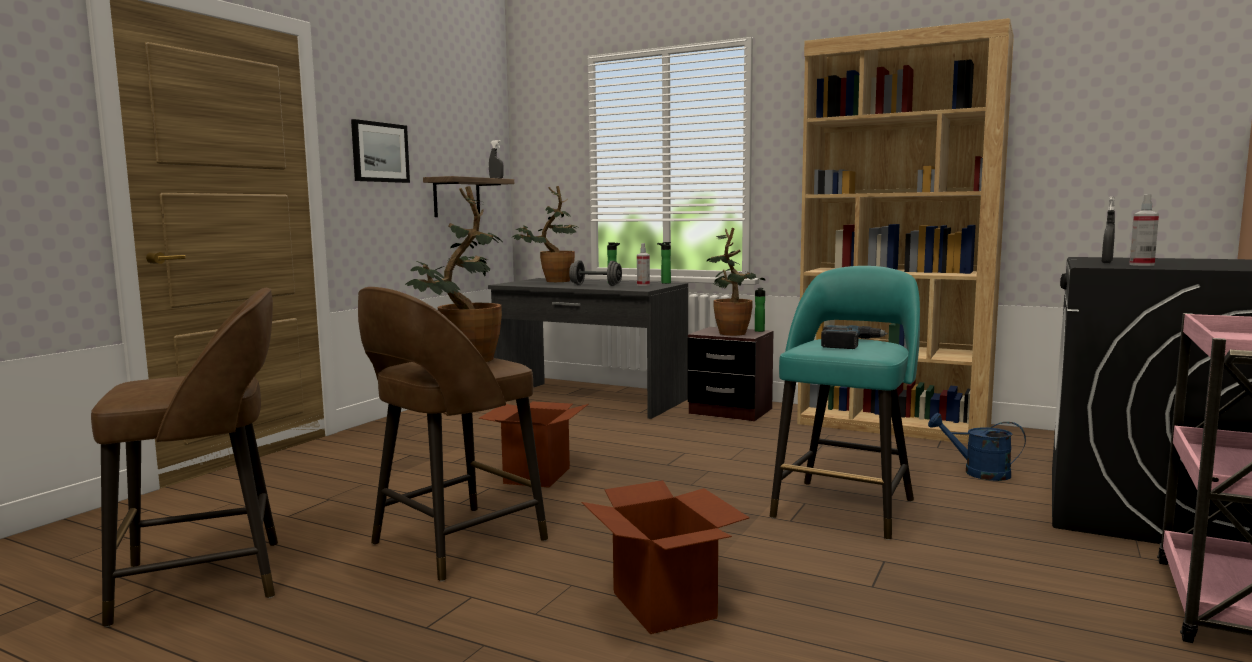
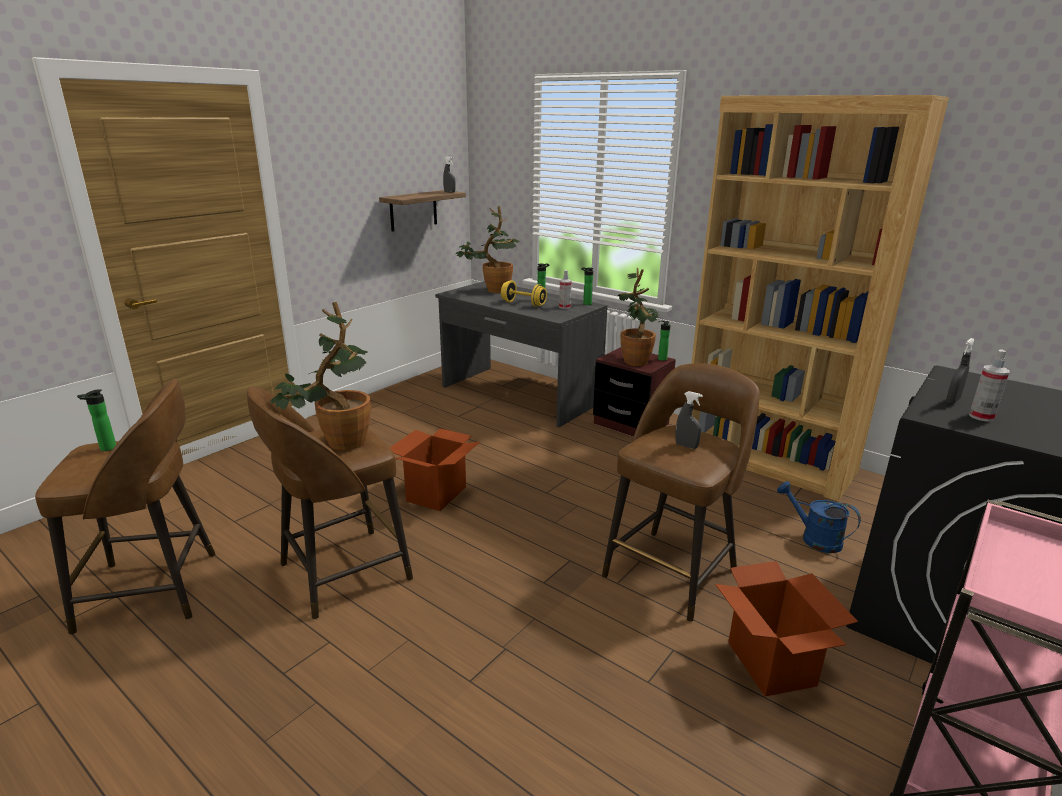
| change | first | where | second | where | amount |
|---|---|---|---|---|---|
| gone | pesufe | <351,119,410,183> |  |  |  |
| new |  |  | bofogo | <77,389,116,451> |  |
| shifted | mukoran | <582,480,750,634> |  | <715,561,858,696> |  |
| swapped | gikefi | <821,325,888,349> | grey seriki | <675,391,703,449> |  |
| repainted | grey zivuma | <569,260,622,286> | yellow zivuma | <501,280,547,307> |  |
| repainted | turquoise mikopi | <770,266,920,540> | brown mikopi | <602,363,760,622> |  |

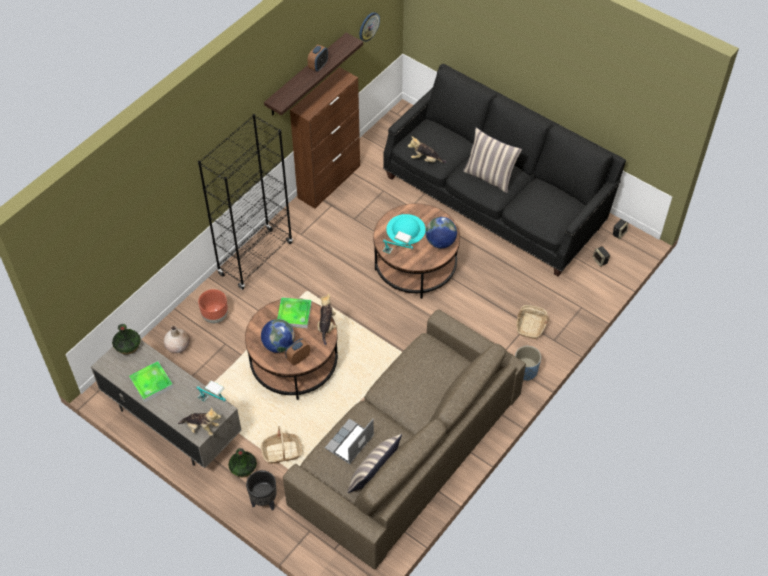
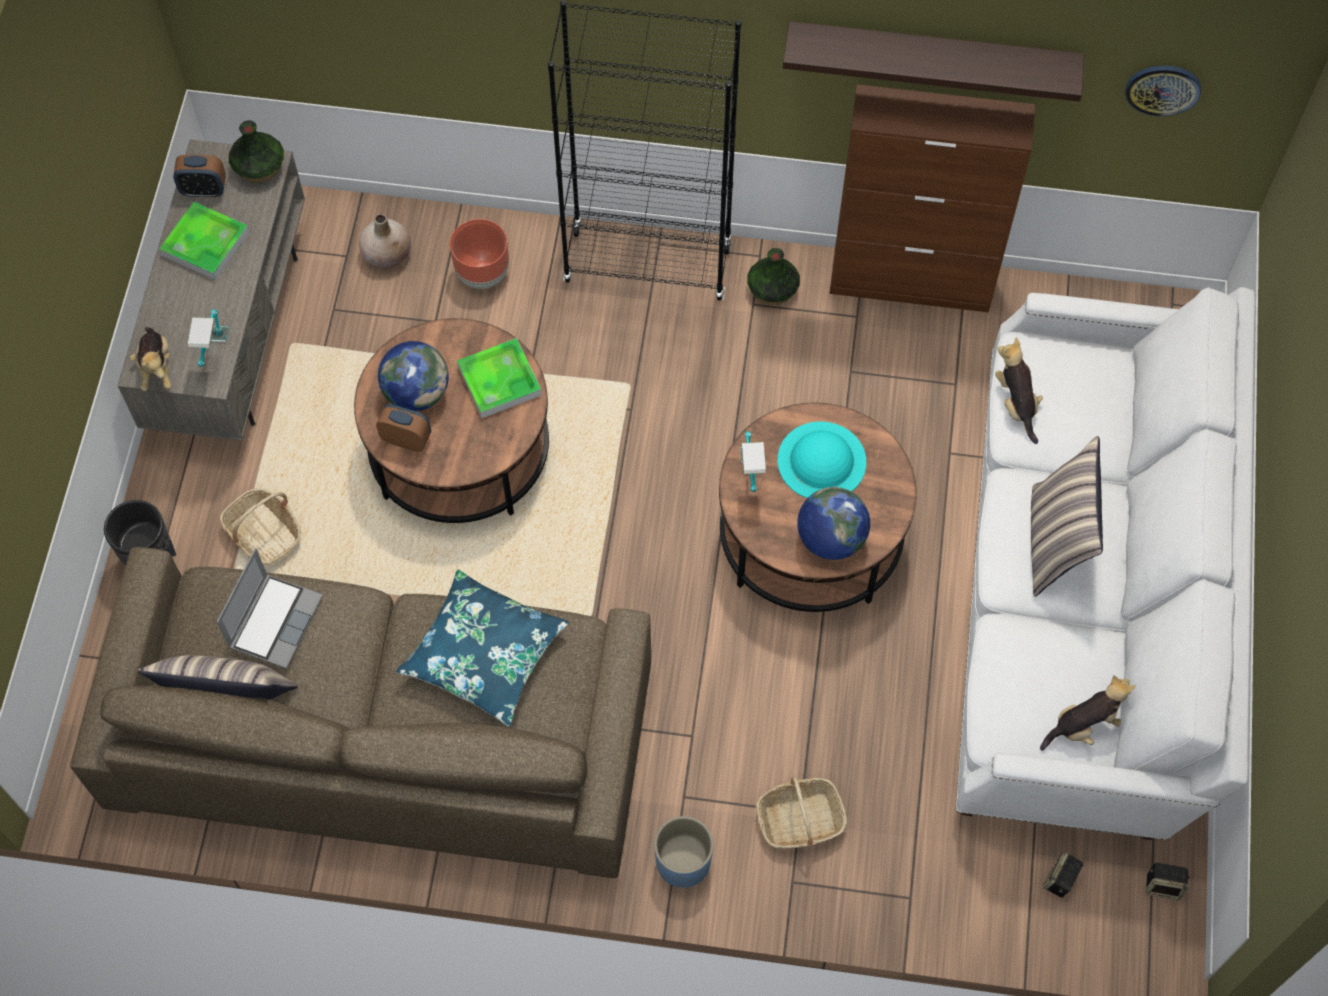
| change | first | where | second | where | amount |
|---|---|---|---|---|---|
| new |  |  | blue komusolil | <396,569,569,727> |  |
| shifted | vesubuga | <228,448,257,477> |  | <747,248,800,305> |  |
| shifted | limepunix | <308,44,328,72> |  | <173,155,226,197> |  |
| shifted | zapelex | <318,293,337,345> |  | <1040,675,1135,751> |  |
| repainted | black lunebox | <383,64,626,276> | white lunebox | <955,287,1255,840> |  |
| rotated | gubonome | <325,419,374,464> |  | <217,548,323,669> | 105 degrees clockwise |

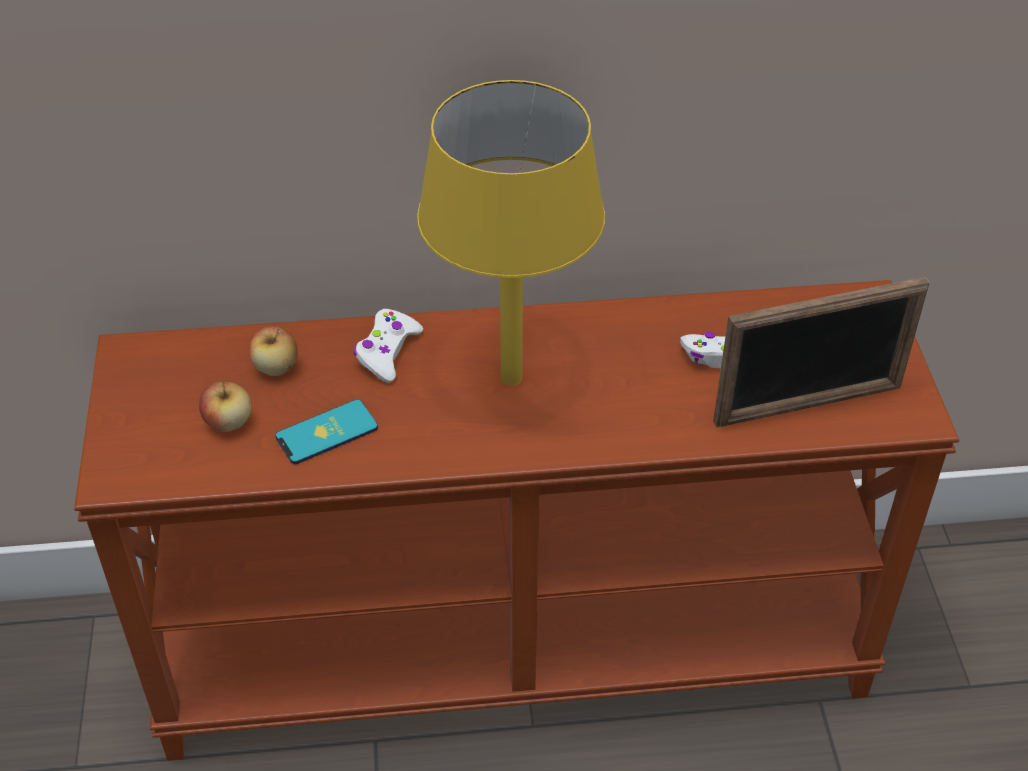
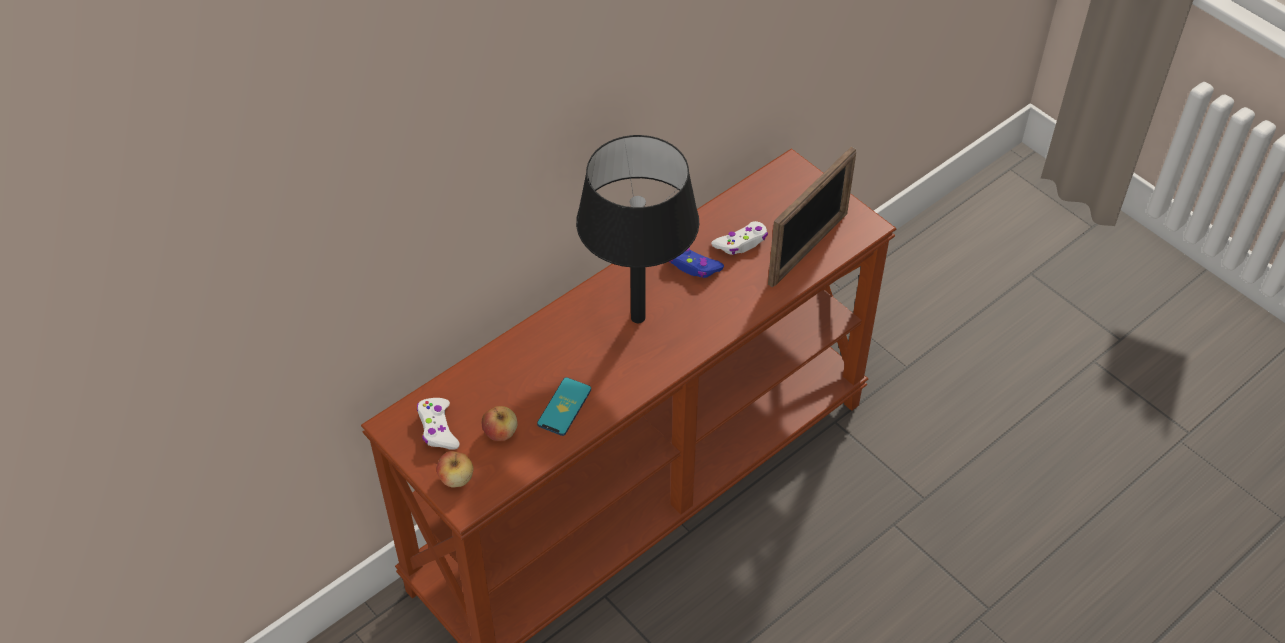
| change | first | where | second | where | amount |
|---|---|---|---|---|---|
| new |  |  | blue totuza | <669,248,724,278> |  |
| shifted | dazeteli | <249,325,298,376> |  | <437,451,474,488> |  |
| shifted | white totuza | <353,309,423,383> |  | <417,398,459,450> |  |
| repainted | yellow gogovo | <417,80,605,386> | black gogovo | <576,135,699,323> |  |

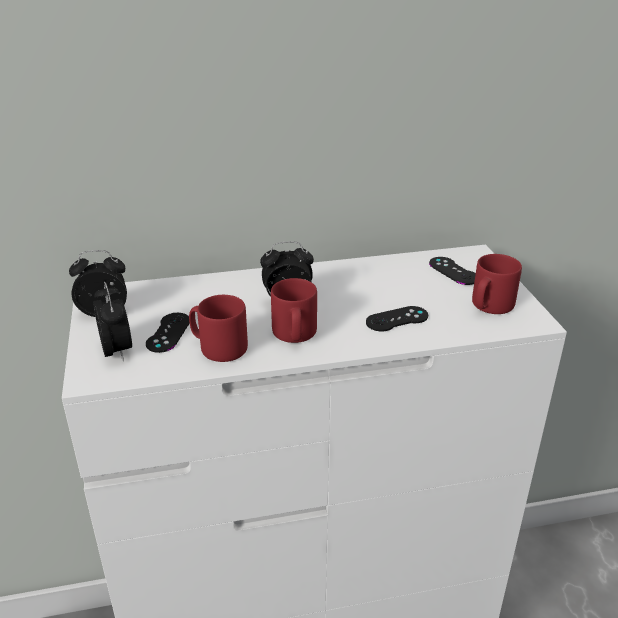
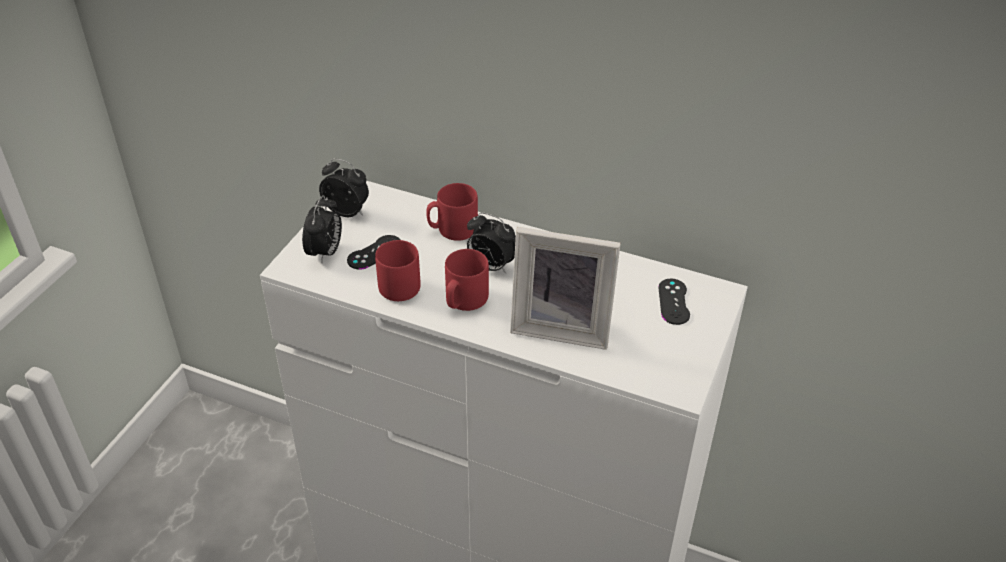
| change | first | where | second | where | amount |
|---|---|---|---|---|---|
| shifted | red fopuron | <472,254,522,314> |  | <426,183,478,241> |  |
| swapped | black totuza | <366,306,428,331> | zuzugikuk | <510,227,621,350> |  |

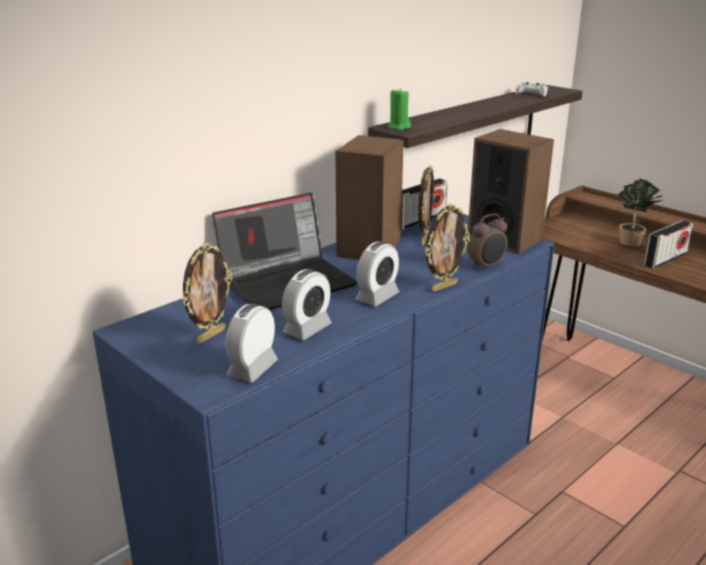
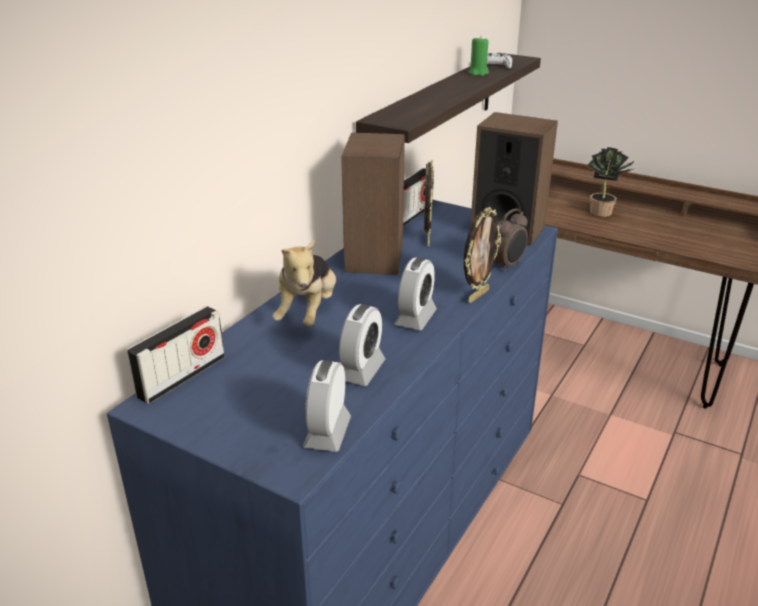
| change | first | where | second | where | amount |
|---|---|---|---|---|---|
| gone | zuzugikuk | <182,243,232,344> |  |  |  |
| shifted | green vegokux | <388,88,411,131> |  | <468,38,489,76> |  |
| shifted | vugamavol | <643,220,693,269> |  | <127,306,225,404> |  |
| swapped | gubonome | <212,193,357,310> | zapelex | <272,239,336,327> |  |

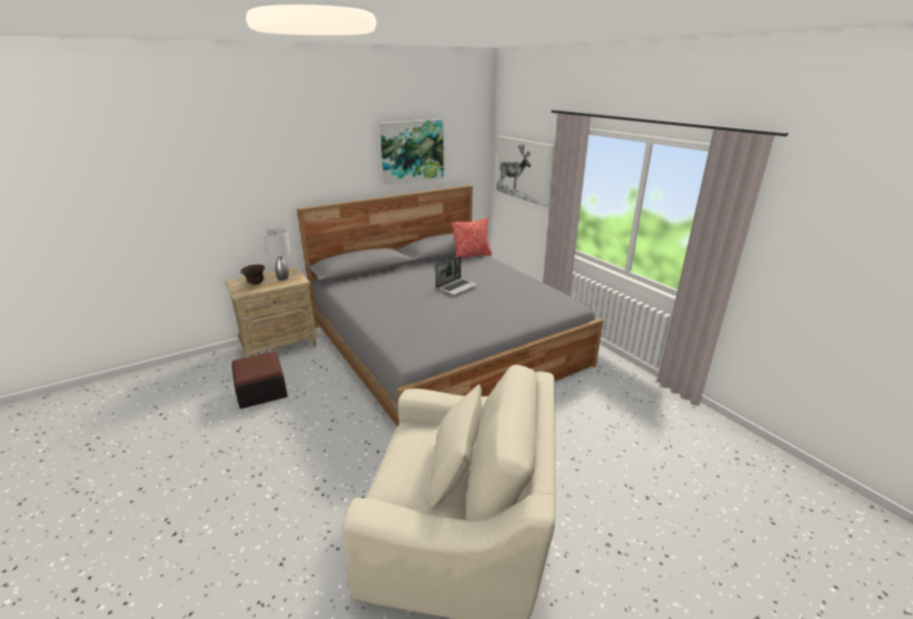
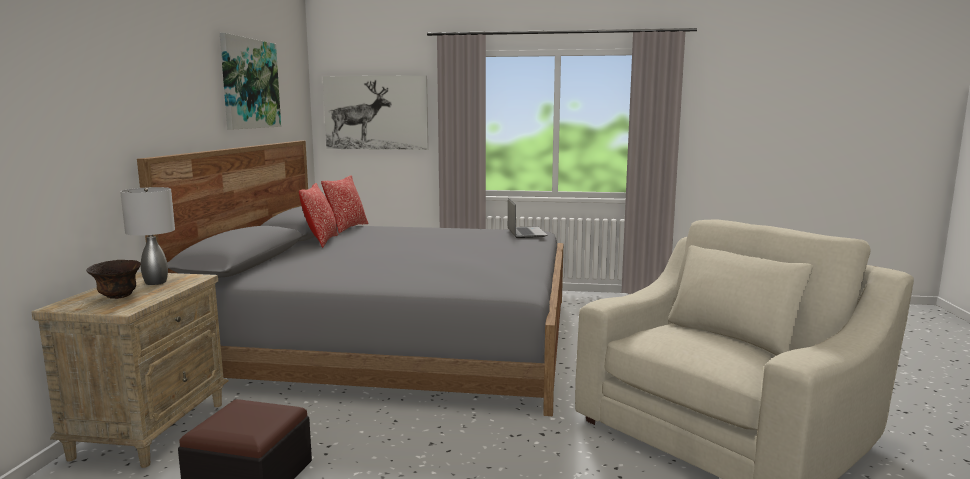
| change | first | where | second | where | amount |
|---|---|---|---|---|---|
| new |  |  | komusolil | <299,183,338,248> |  |
| shifted | gubonome | <435,256,479,295> |  | <508,198,547,238> |  |

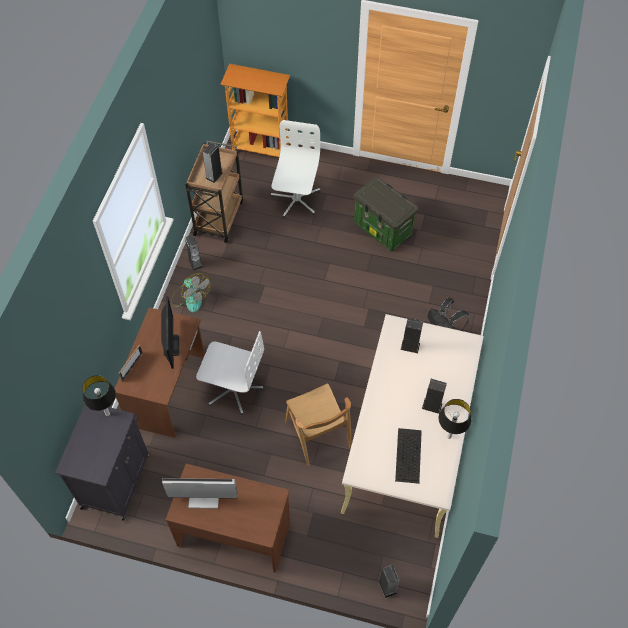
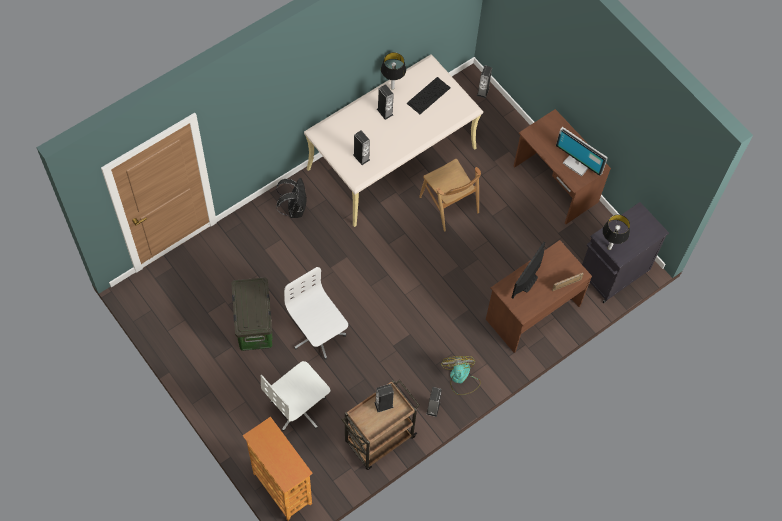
| change | first | where | second | where | amount |
|---|---|---|---|---|---|
| shifted | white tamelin | <196,331,264,415> |  | <284,267,348,359> |  |
| rotated | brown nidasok | <285,384,352,466> |  | <419,159,481,232> | 135 degrees clockwise |

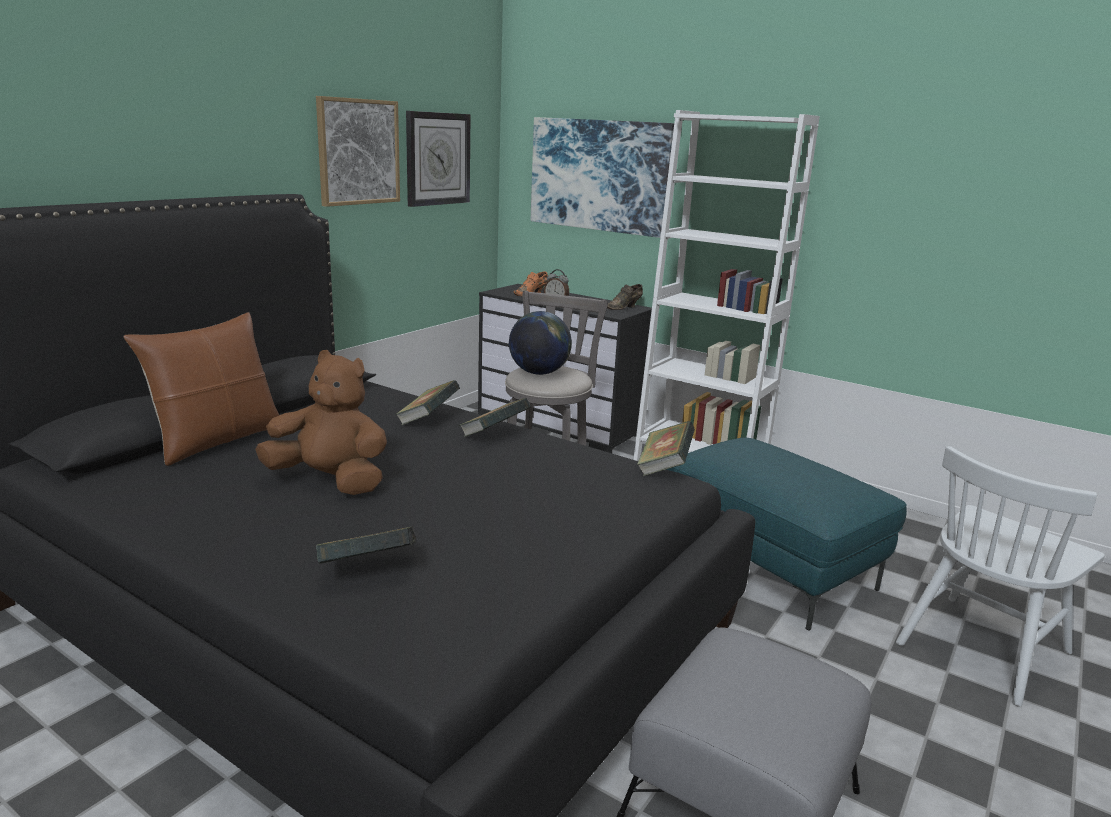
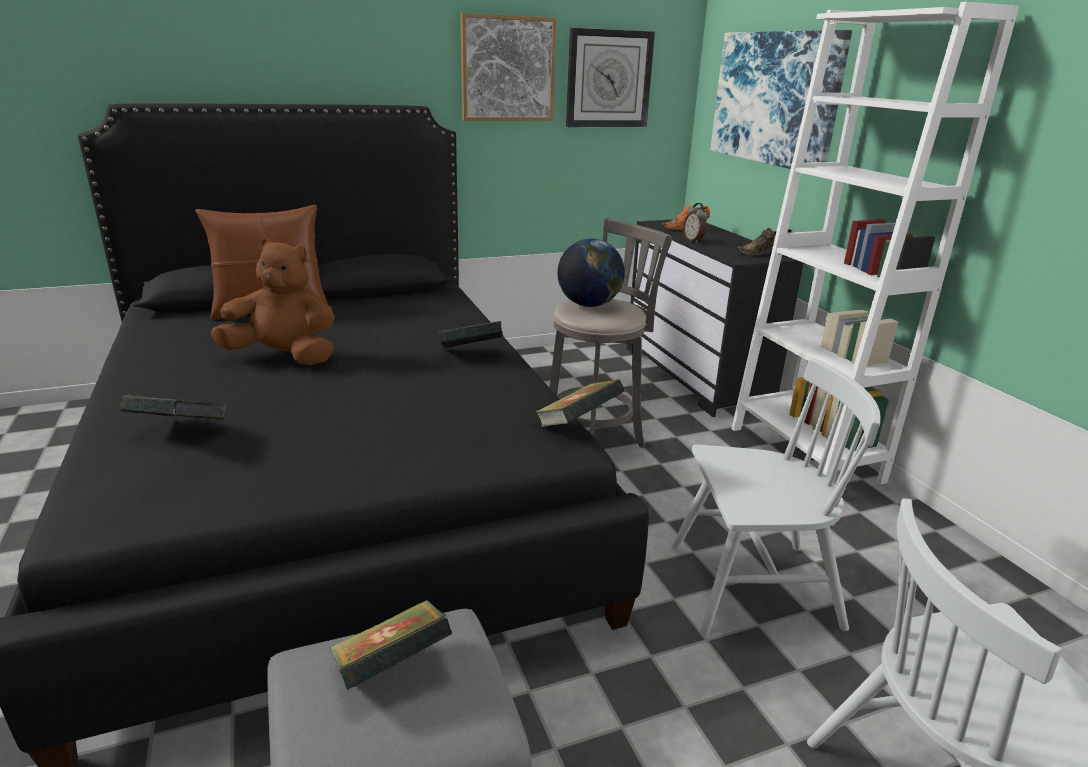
| change | first | where | second | where | amount |
|---|---|---|---|---|---|
| shifted | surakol | <395,380,460,425> |  | <330,600,453,690> |  |
| swapped | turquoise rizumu | <666,438,907,631> | white nidasok | <672,358,881,635> |  |
| rotated | brown zapelex | <255,350,387,495> |  | <211,238,335,365> | 45 degrees counterclockwise |

